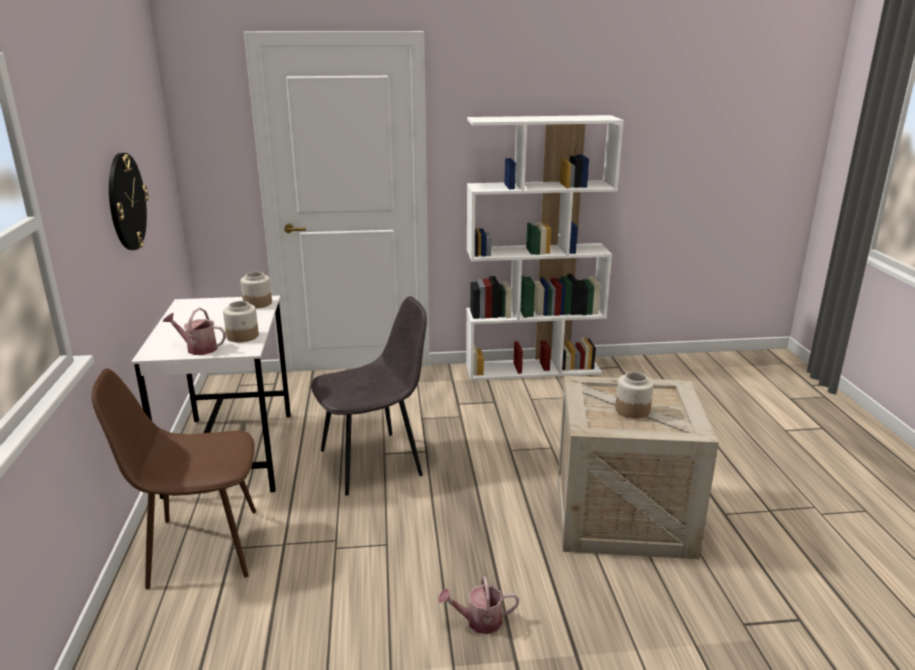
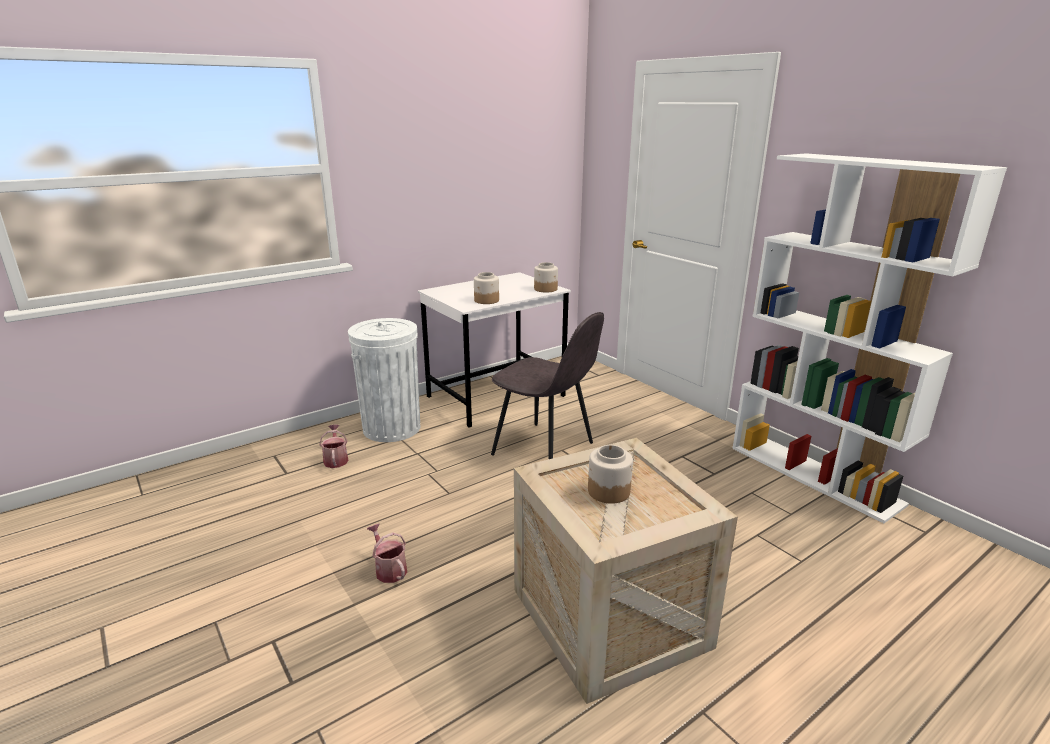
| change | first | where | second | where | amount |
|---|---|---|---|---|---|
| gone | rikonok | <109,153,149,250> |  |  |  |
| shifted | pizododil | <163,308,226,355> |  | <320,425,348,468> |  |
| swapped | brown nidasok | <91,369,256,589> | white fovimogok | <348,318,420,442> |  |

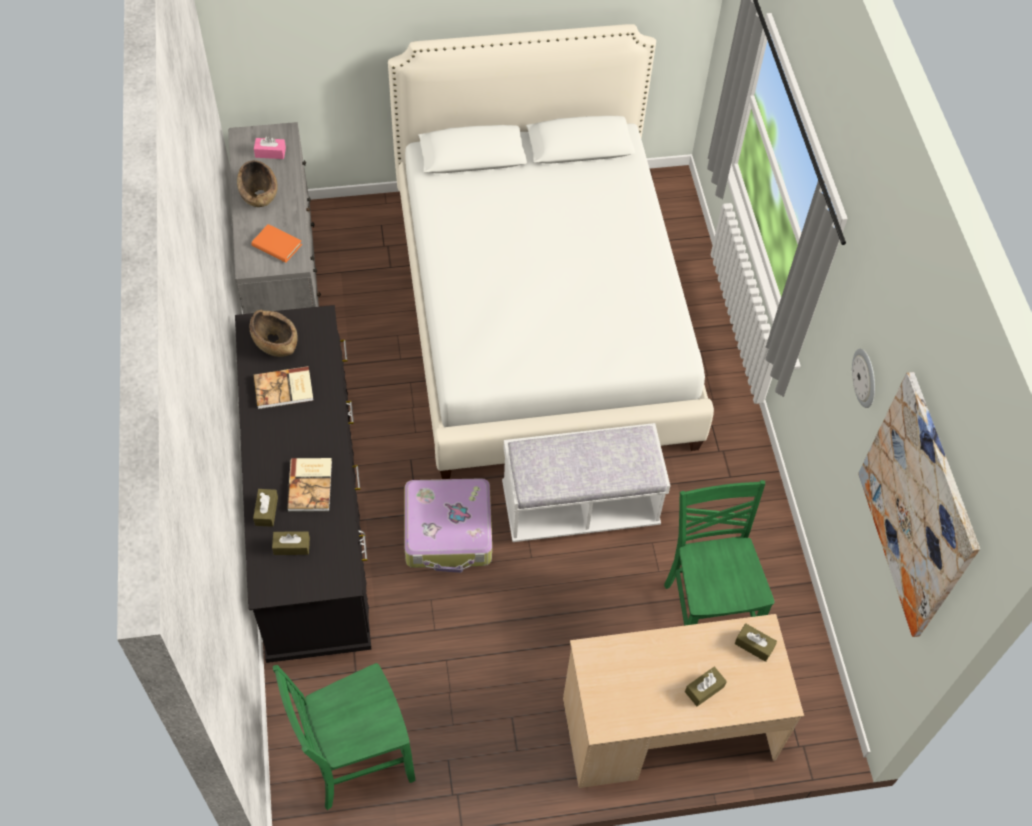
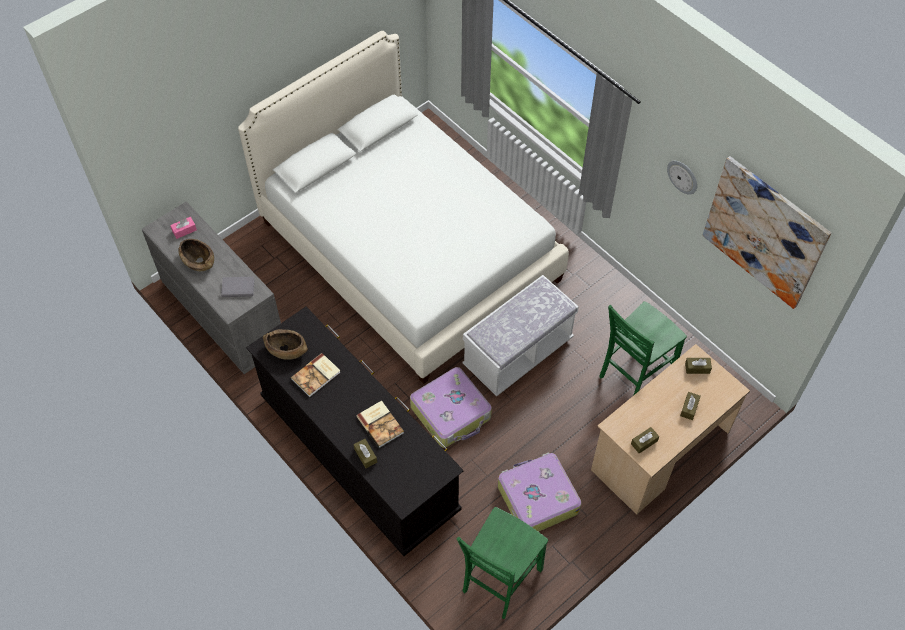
| change | first | where | second | where | amount |
|---|---|---|---|---|---|
| new |  |  | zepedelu | <498,452,582,532> |  |
| shifted | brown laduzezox | <272,531,310,555> |  | <631,427,659,453> |  |
| repainted | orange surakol | <251,224,302,263> | grey surakol | <221,277,255,297> |  |
| rotated | green nidasok | <664,480,774,626> |  | <599,301,687,396> | 90 degrees counterclockwise |

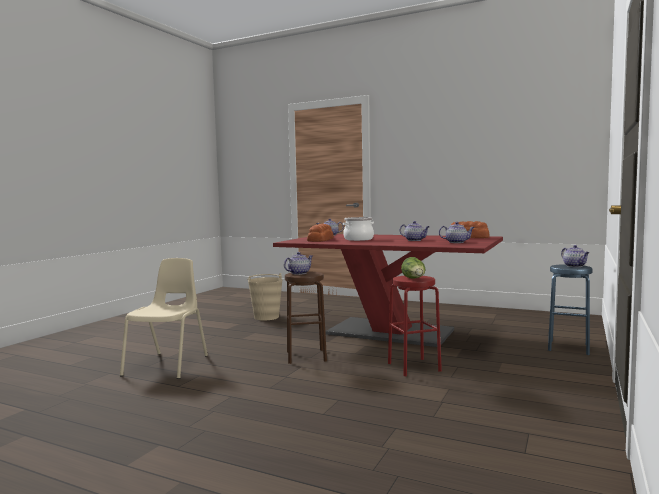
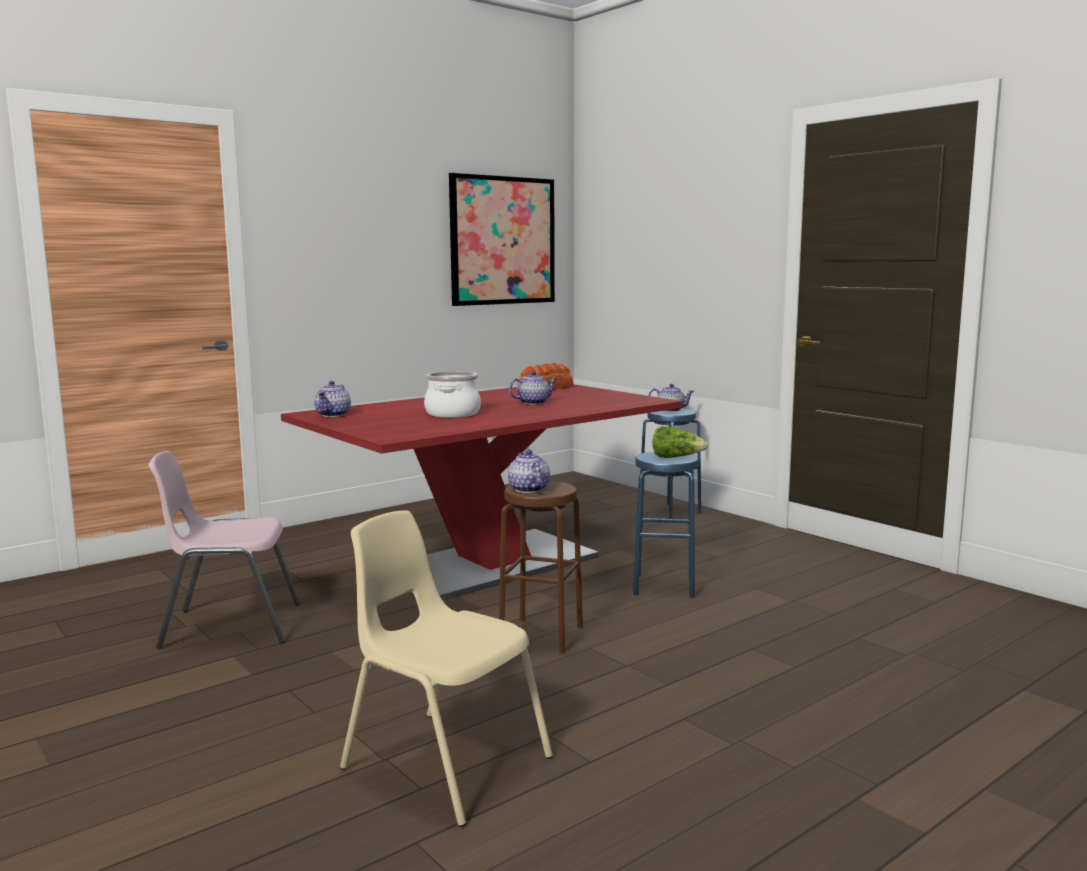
| change | first | where | second | where | amount |
|---|---|---|---|---|---|
| gone | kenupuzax | <307,224,334,242> |  |  |  |
| gone | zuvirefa | <439,222,475,243> |  |  |  |
| new |  |  | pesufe | <449,173,555,306> |  |
| swapped | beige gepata | <247,273,282,321> | pink nidasok | <148,451,300,649> |  |
| repainted | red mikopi | <388,276,442,376> | blue mikopi | <633,452,698,598> |  |

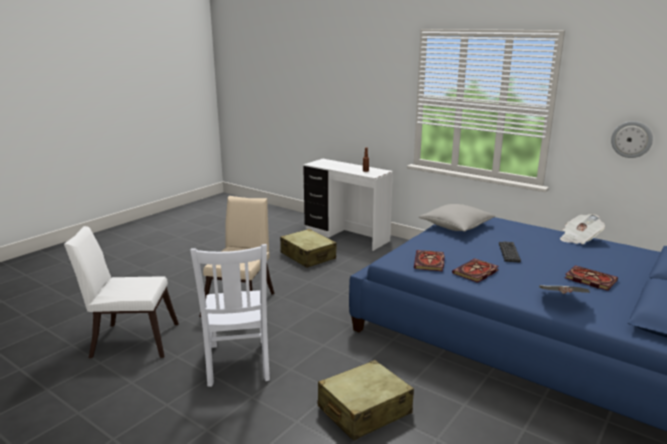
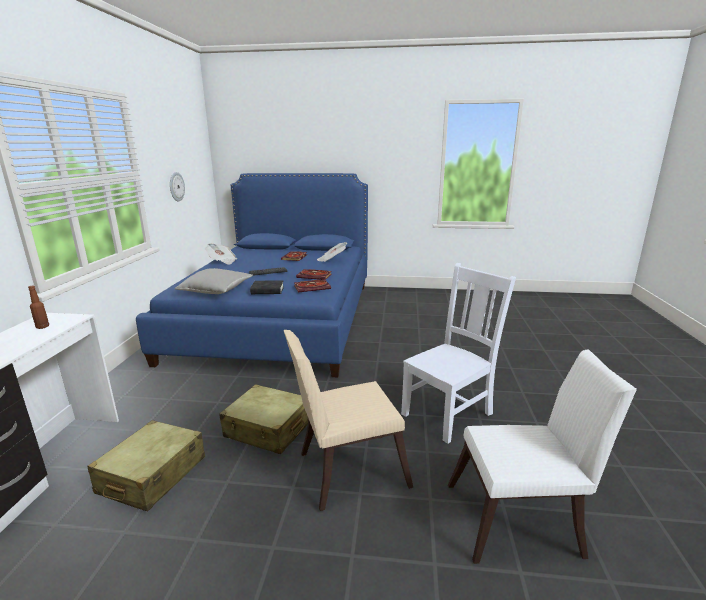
| change | first | where | second | where | amount |
|---|---|---|---|---|---|
| new |  |  | black surakol | <250,280,284,294> |  |
| shifted | beige zepedelu | <318,360,414,441> |  | <219,384,309,454> |  |
| rotated | white nidasok | <64,226,179,358> |  | <448,349,637,564> | 60 degrees counterclockwise |

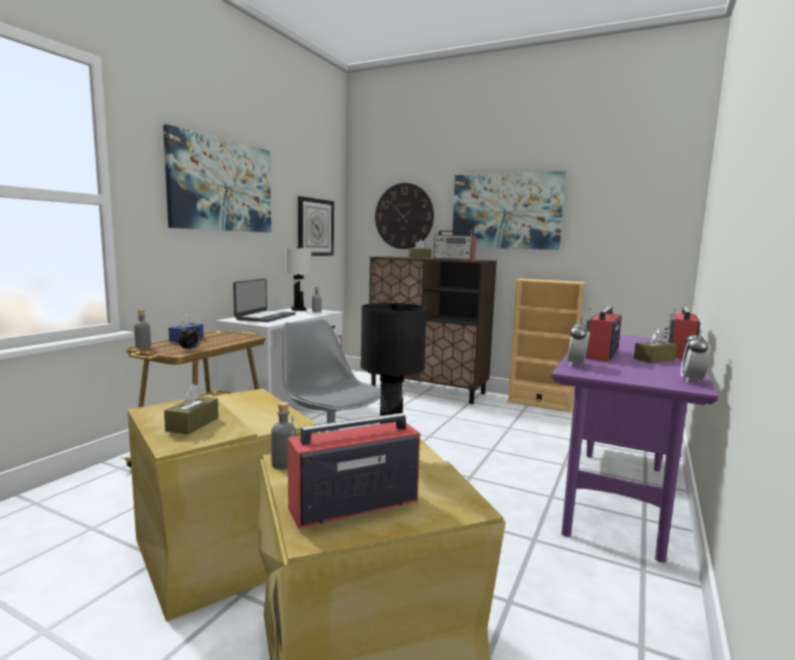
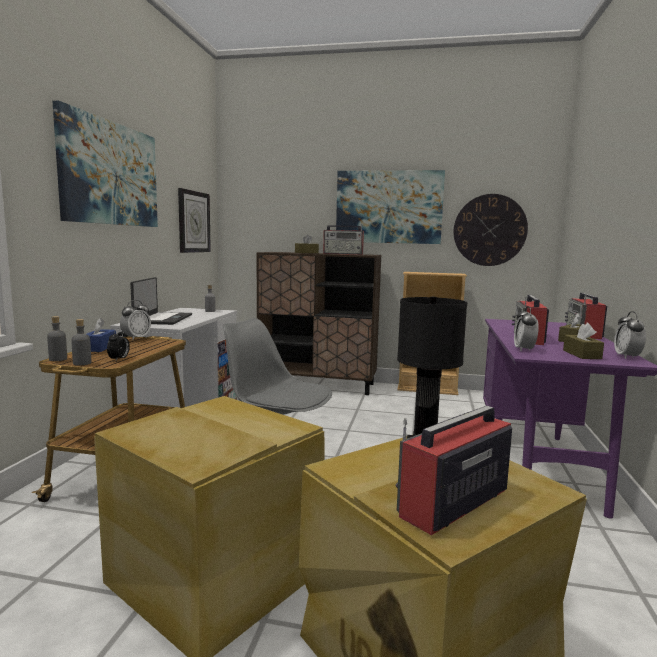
| change | first | where | second | where | amount |
|---|---|---|---|---|---|
| gone | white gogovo | <285,247,312,311> |  |  |  |
| new |  |  | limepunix | <120,300,151,340> |  |
| shifted | brown laduzezox | <164,384,219,435> |  | <563,323,604,359> |  |
| shifted | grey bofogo | <271,402,296,469> |  | <71,319,91,366> |  |
| shifted | rikonok | <375,183,434,249> |  | <454,194,528,266> |  |

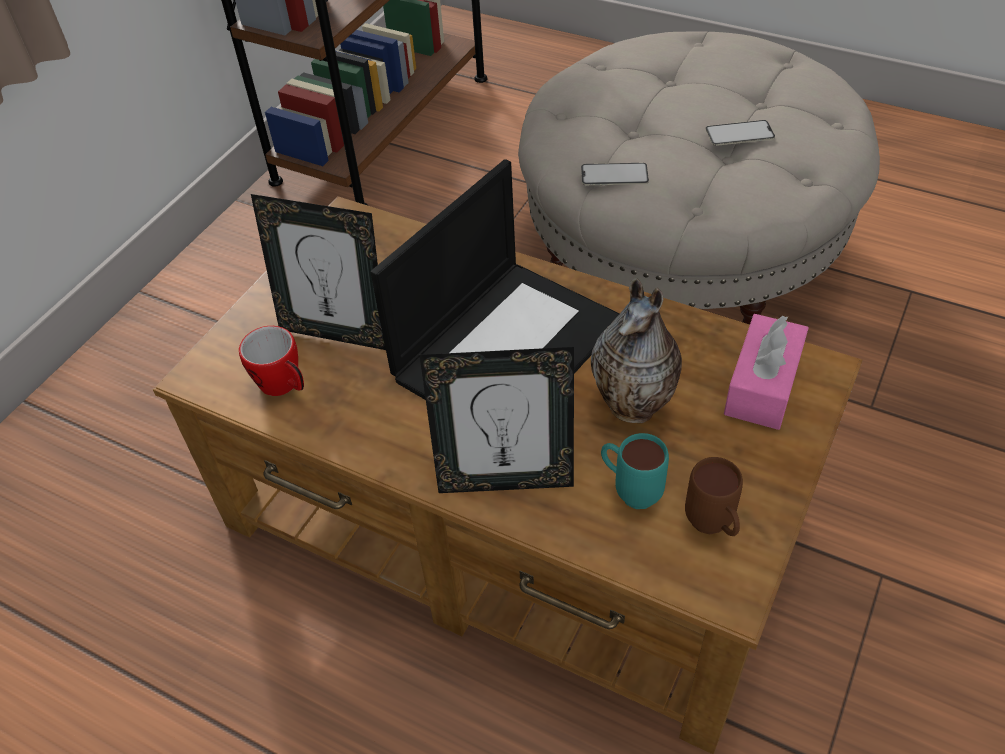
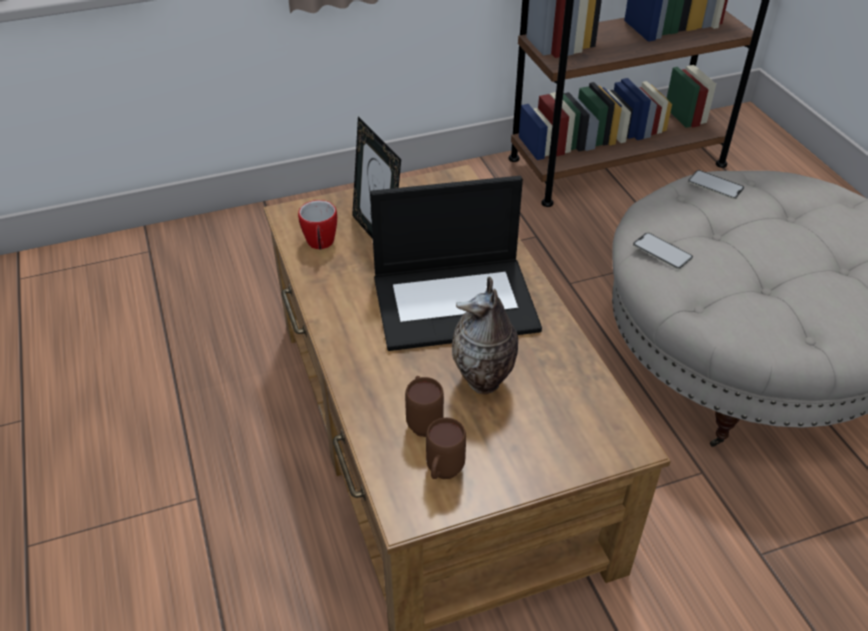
| change | first | where | second | where | amount |
|---|---|---|---|---|---|
| gone | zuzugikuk | <420,347,574,493> |  |  |  |
| gone | pink laduzezox | <724,314,809,430> |  |  |  |
| shifted | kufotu | <706,120,775,146> |  | <688,170,744,199> |  |
| repainted | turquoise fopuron | <601,433,669,509> | brown fopuron | <405,376,444,437> |  |

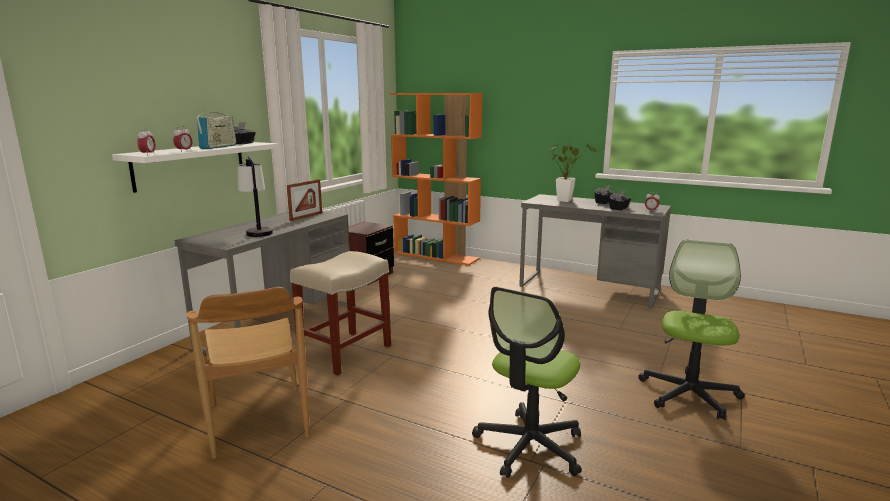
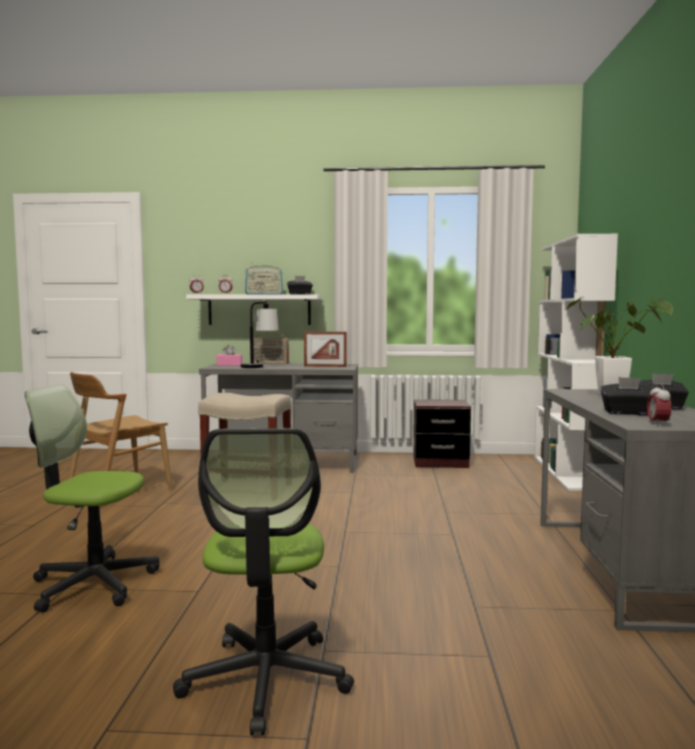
| change | first | where | second | where | amount |
|---|---|---|---|---|---|
| new |  |  | pink laduzezox | <216,345,242,366> |  |
| new |  |  | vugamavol | <253,332,289,364> |  |
| repainted | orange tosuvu | <390,93,483,265> | white tosuvu | <534,234,618,491> |  |
| rotated | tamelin | <638,240,745,420> |  | <173,428,354,736> | 90 degrees clockwise |

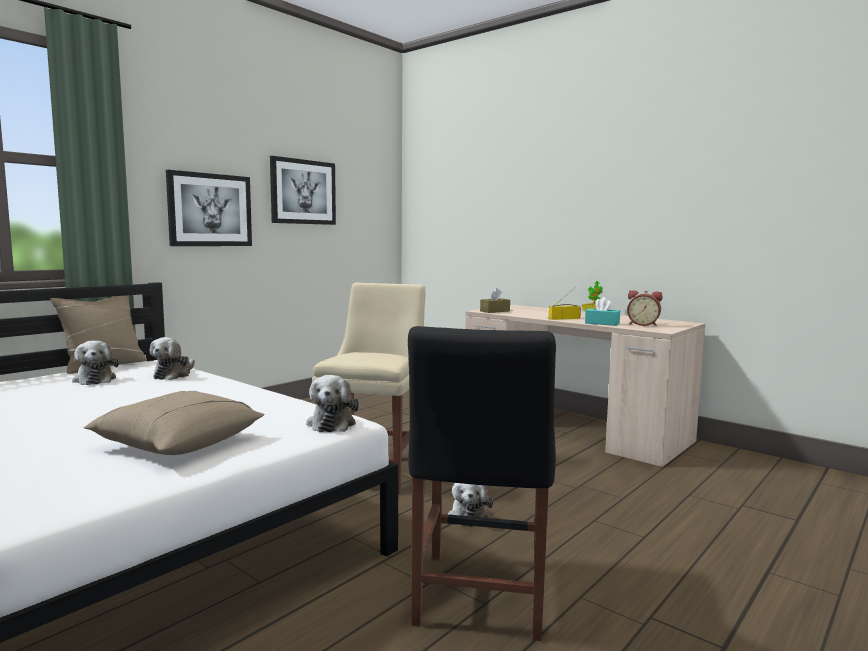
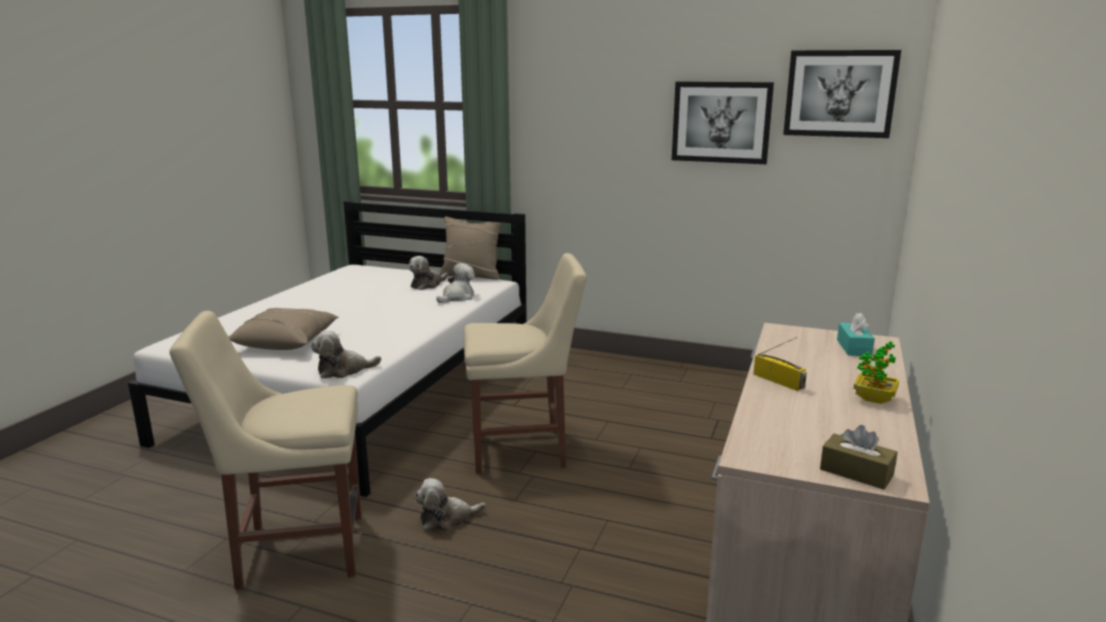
| change | first | where | second | where | amount |
|---|---|---|---|---|---|
| gone | limepunix | <627,290,662,326> |  |  |  |
| shifted | pesufe | <166,170,252,246> |  | <783,50,901,138> |  |
| shifted | brown laduzezox | <480,288,510,313> |  | <820,425,898,490> |  |
| shifted | turquoise laduzezox | <585,297,620,326> |  | <837,313,875,356> |  |
| repainted | black nidasok | <408,326,556,641> | beige nidasok | <169,311,361,590> |  |
| rotated | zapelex | <150,337,195,380> |  | <436,263,475,303> | 135 degrees clockwise |

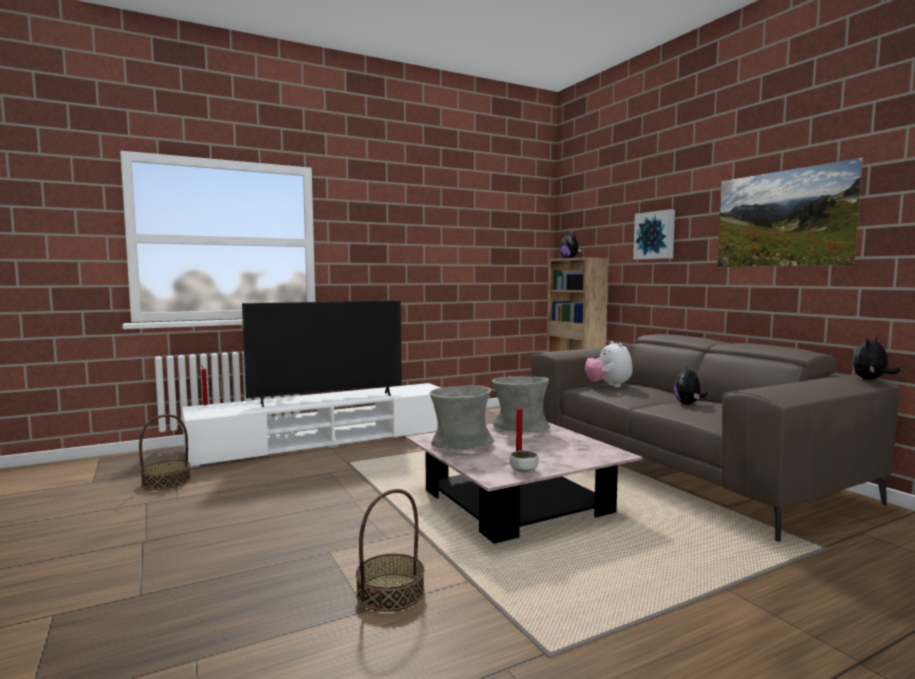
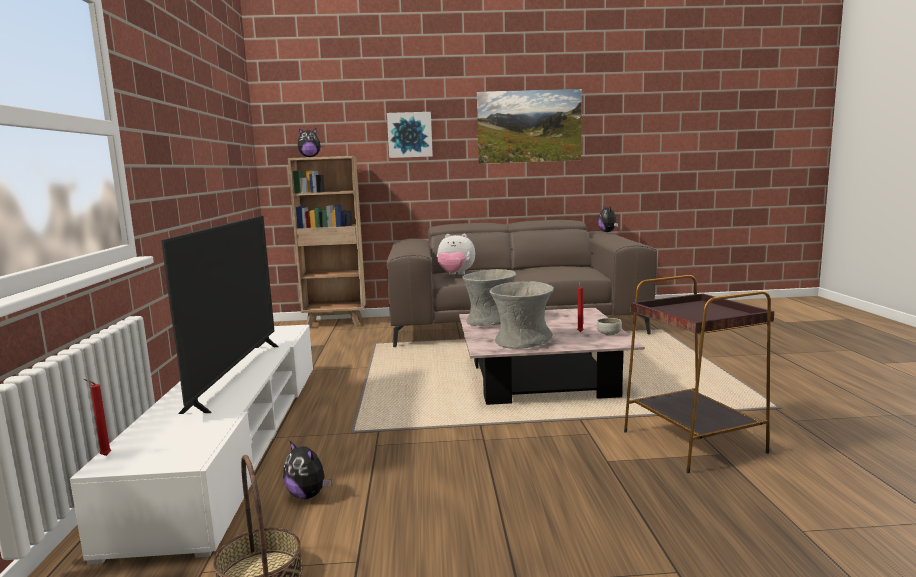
| change | first | where | second | where | amount |
|---|---|---|---|---|---|
| shifted | zapelex | <674,366,708,404> |  | <283,441,332,499> |  |
| swapped | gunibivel | <356,489,424,612> | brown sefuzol | <624,275,774,473> |  |

